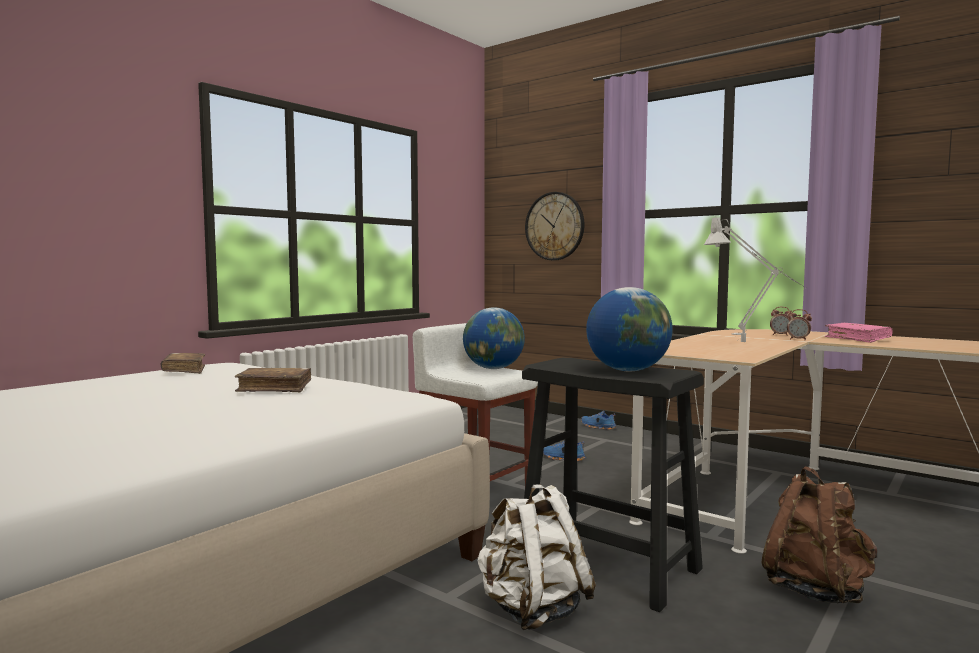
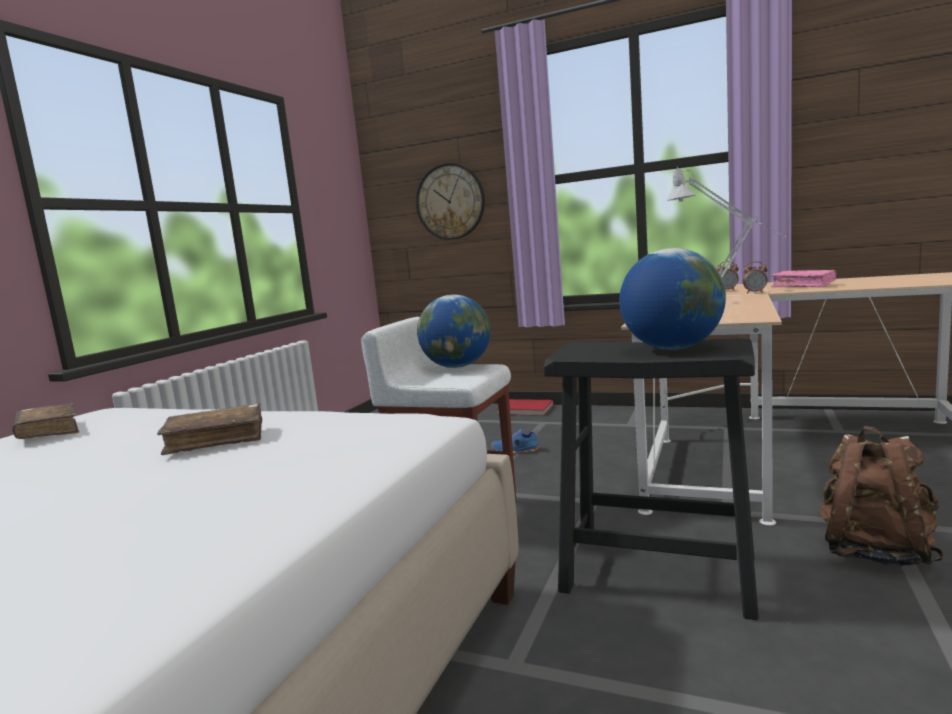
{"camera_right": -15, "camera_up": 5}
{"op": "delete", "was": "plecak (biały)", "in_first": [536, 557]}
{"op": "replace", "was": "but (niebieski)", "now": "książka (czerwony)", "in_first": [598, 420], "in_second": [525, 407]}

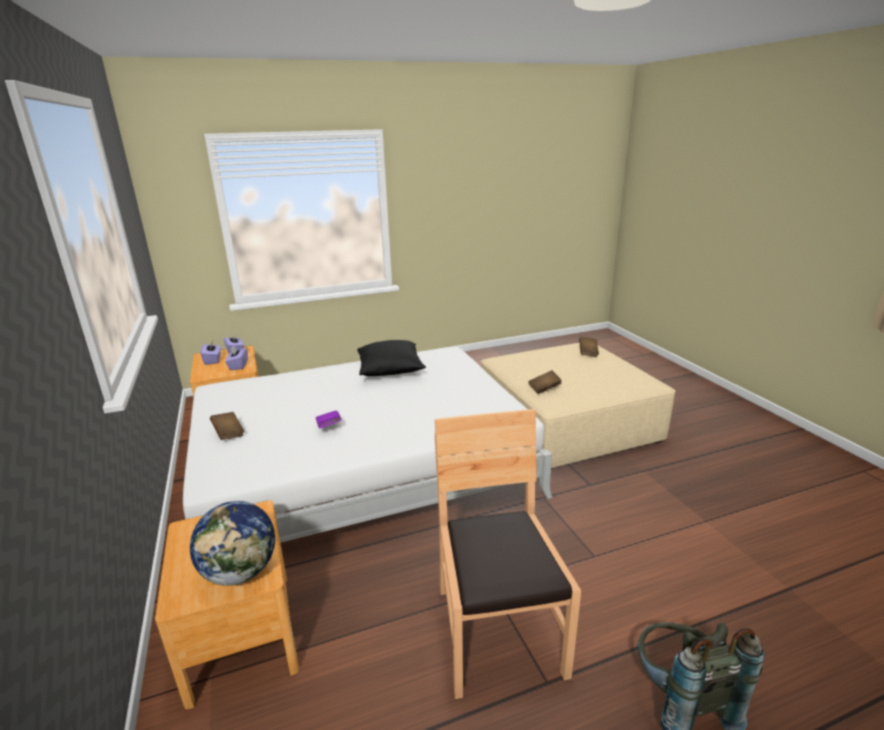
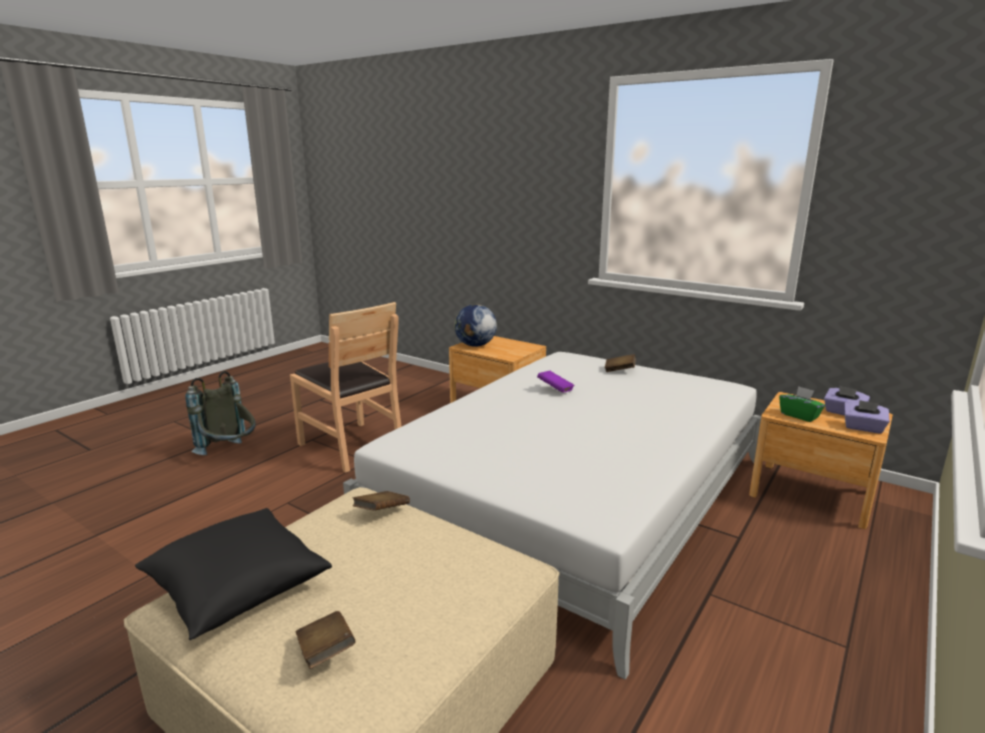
{"camera_right": 145, "camera_up": -5}
{"op": "recolor", "was": "pudełko chusteczek (fioletowy)", "now": "pudełko chusteczek (zielony)", "in_first": [236, 357], "in_second": [802, 404]}
{"op": "move", "was": "poduszka (czarny)", "in_first": [391, 358], "in_second": [233, 574]}

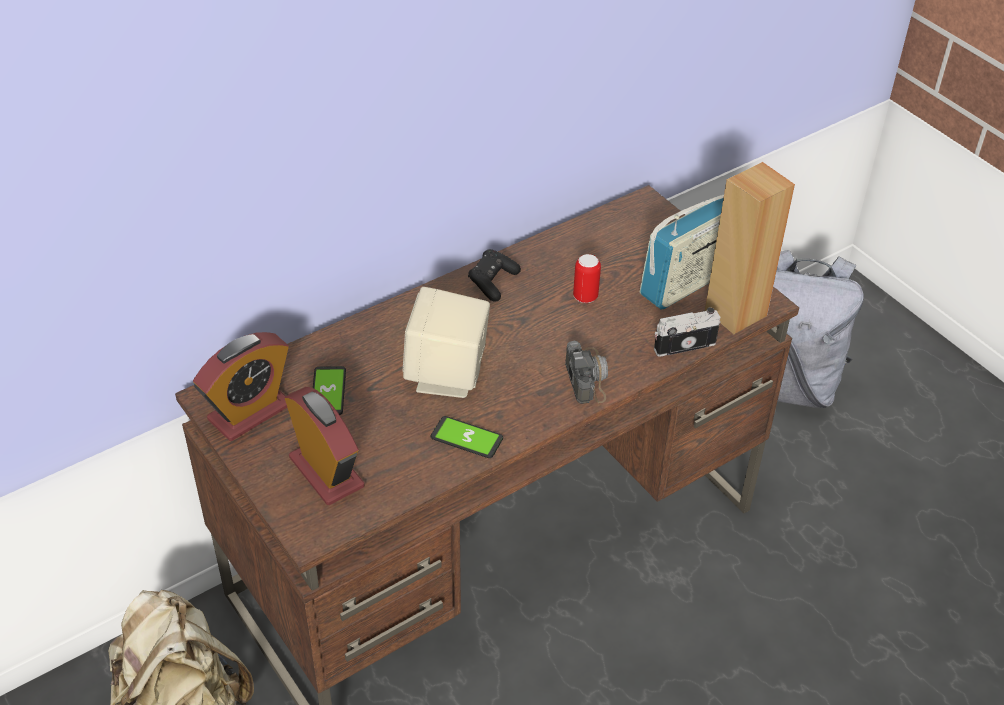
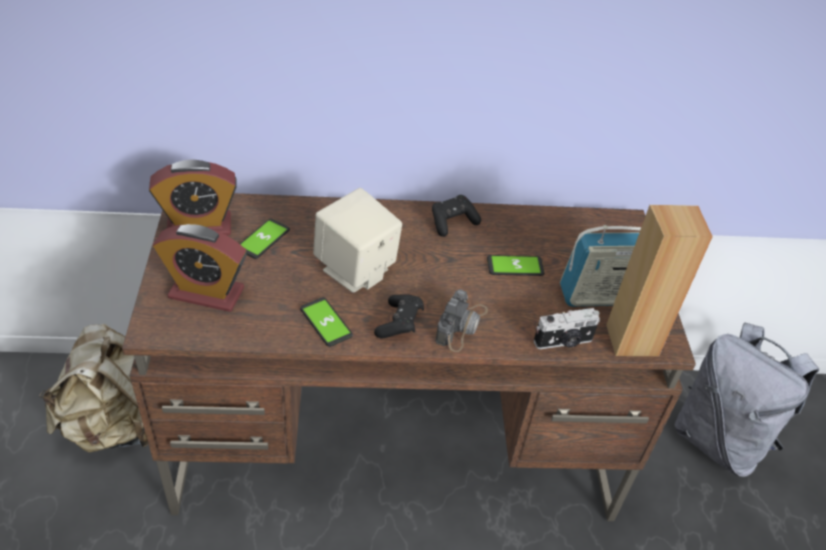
{"camera_right": 30, "camera_up": 0}
{"op": "rotate", "was": "budzik", "in_first": [324, 446], "in_second": [200, 268], "clockwise": 105}
{"op": "replace", "was": "puszka", "now": "telefon", "in_first": [587, 278], "in_second": [515, 265]}
{"op": "rotate", "was": "aparat fotograficzny", "in_first": [687, 332], "in_second": [567, 328], "clockwise": 150}
{"op": "insert", "now": "pad do gier (czarny)", "in_second": [399, 317]}

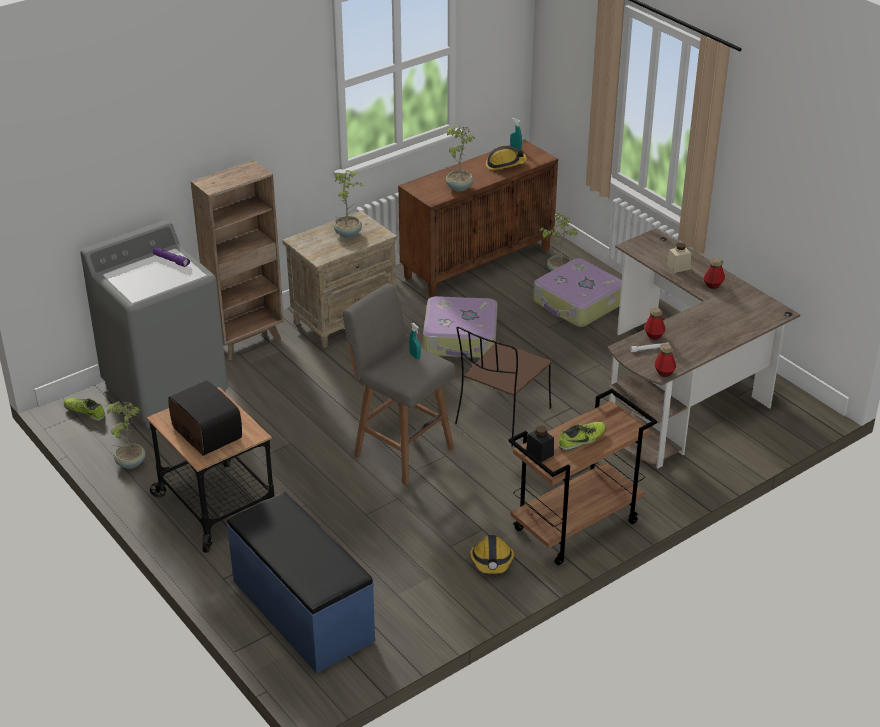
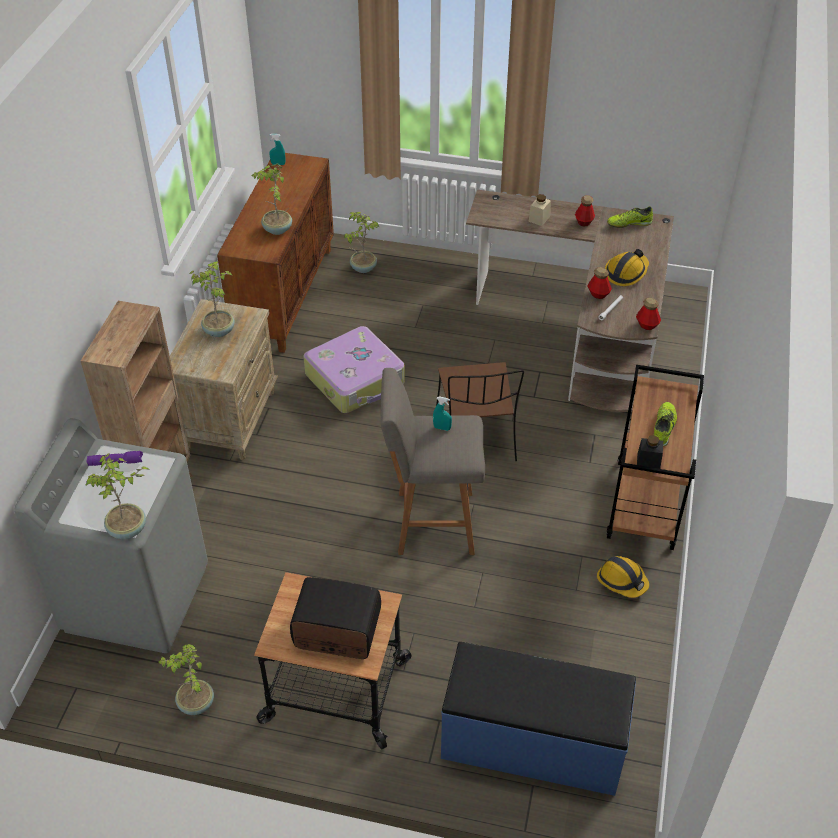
{"camera_right": -40, "camera_up": 10}
{"op": "move", "was": "but", "in_first": [85, 409], "in_second": [630, 217]}
{"op": "move", "was": "kask", "in_first": [506, 157], "in_second": [627, 267]}
{"op": "delete", "was": "walizka", "in_first": [577, 292]}
{"op": "insert", "now": "roślina doniczkowa", "in_second": [117, 496]}

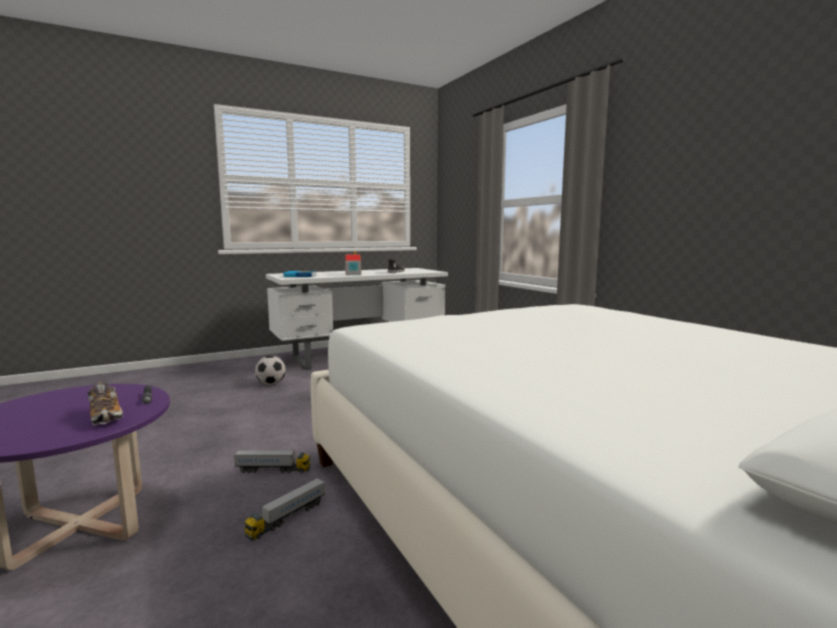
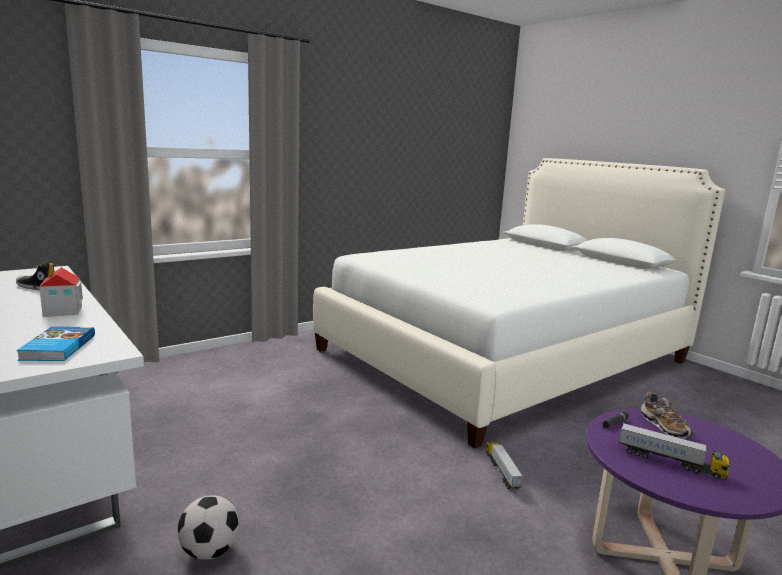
{"camera_right": -100, "camera_up": 5}
{"op": "rotate", "was": "but", "in_first": [105, 404], "in_second": [667, 415], "clockwise": 120}
{"op": "move", "was": "ciężarówka zabawkowa", "in_first": [284, 509], "in_second": [674, 451]}

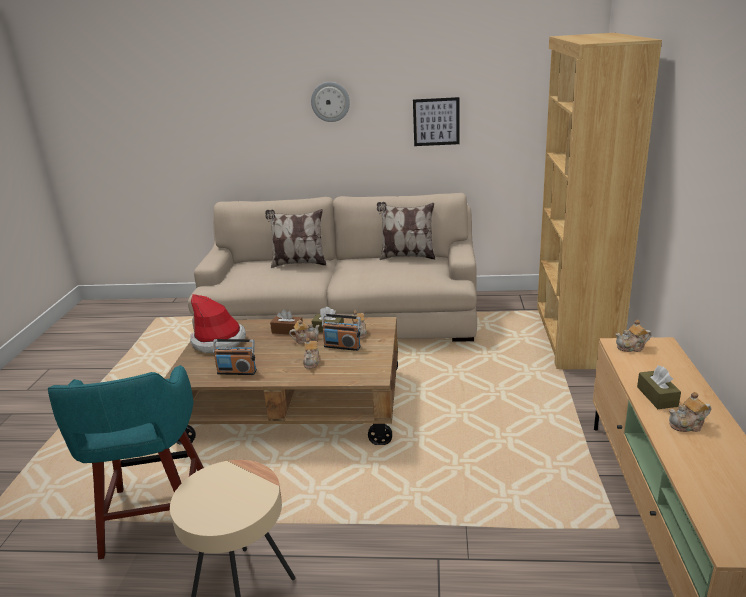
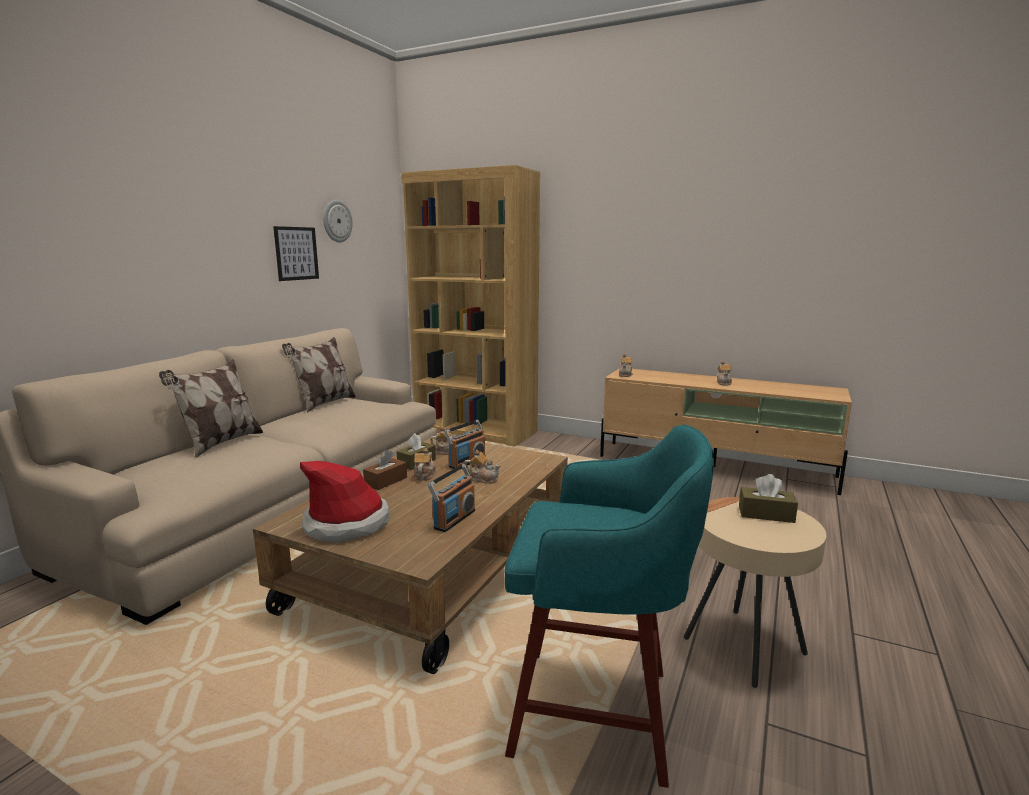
{"camera_right": -70, "camera_up": -10}
{"op": "move", "was": "zegar ścienny", "in_first": [330, 102], "in_second": [338, 221]}
{"op": "move", "was": "pudełko chusteczek (brązowy)", "in_first": [659, 387], "in_second": [768, 498]}

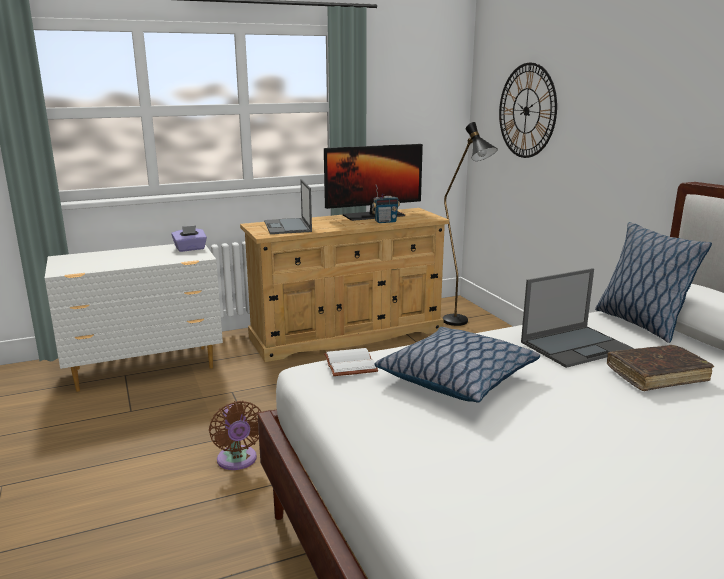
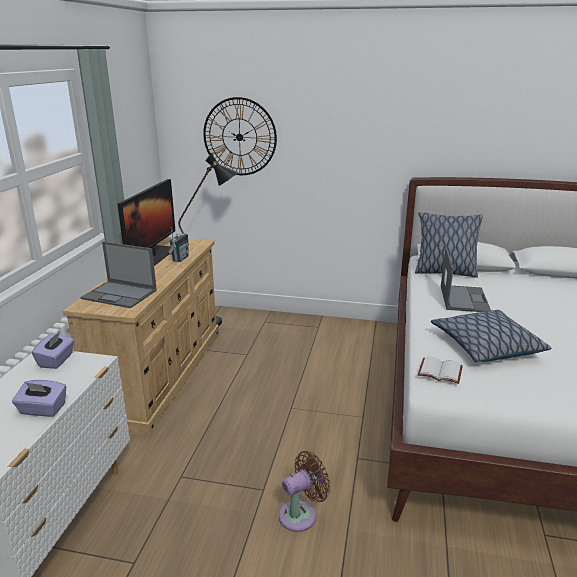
{"camera_right": -55, "camera_up": 5}
{"op": "rotate", "was": "wentylator (brązowy)", "in_first": [235, 435], "in_second": [304, 491], "clockwise": -45}
{"op": "delete", "was": "książka (brązowy)", "in_first": [660, 368]}
{"op": "insert", "now": "pudełko chusteczek (fioletowy)", "in_second": [39, 398]}

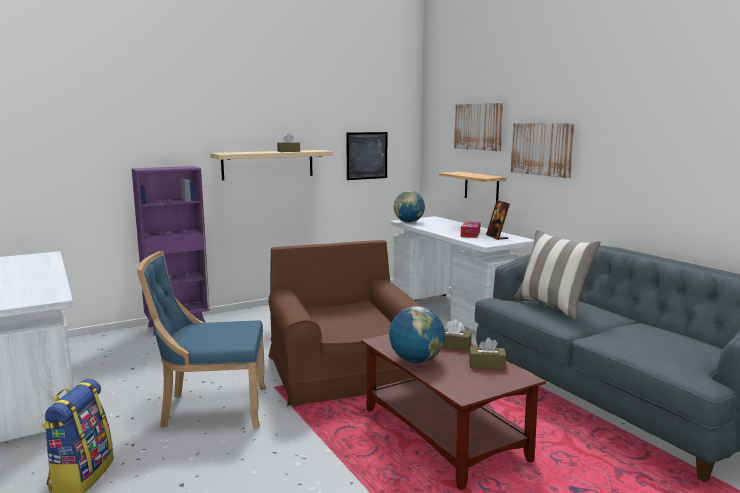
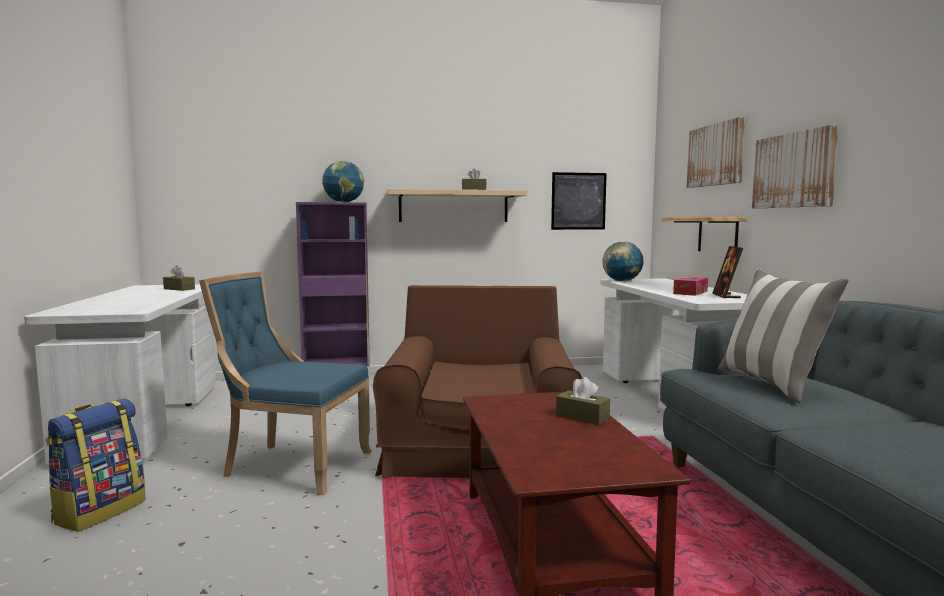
{"camera_right": 20, "camera_up": -5}
{"op": "move", "was": "globus", "in_first": [417, 334], "in_second": [343, 181]}
{"op": "move", "was": "pudełko chusteczek (brązowy)", "in_first": [487, 353], "in_second": [179, 278]}

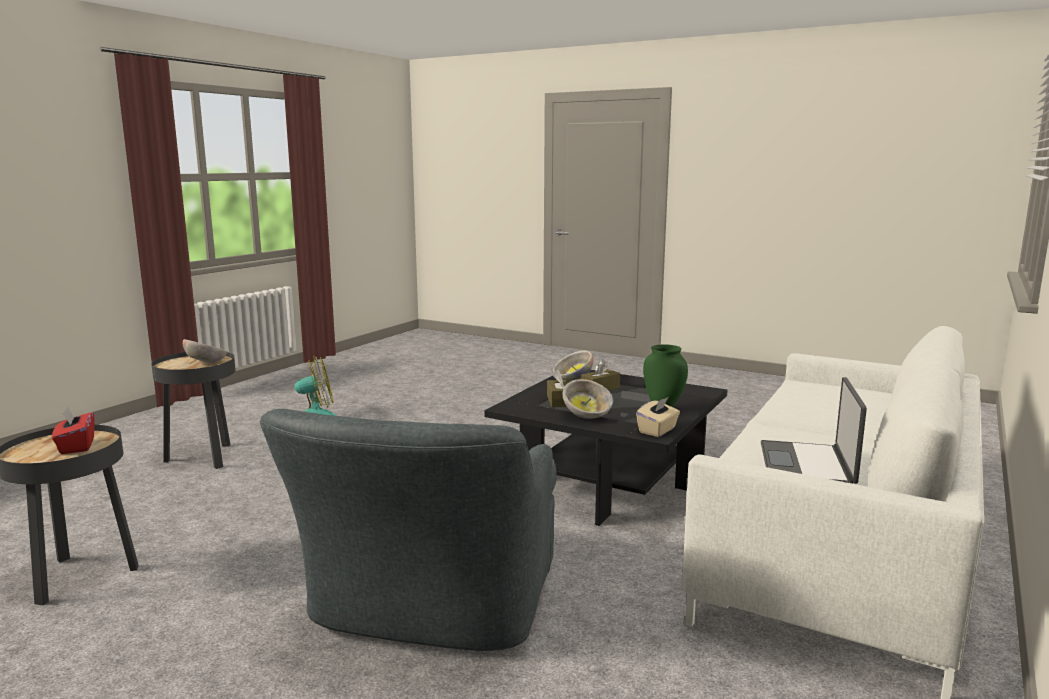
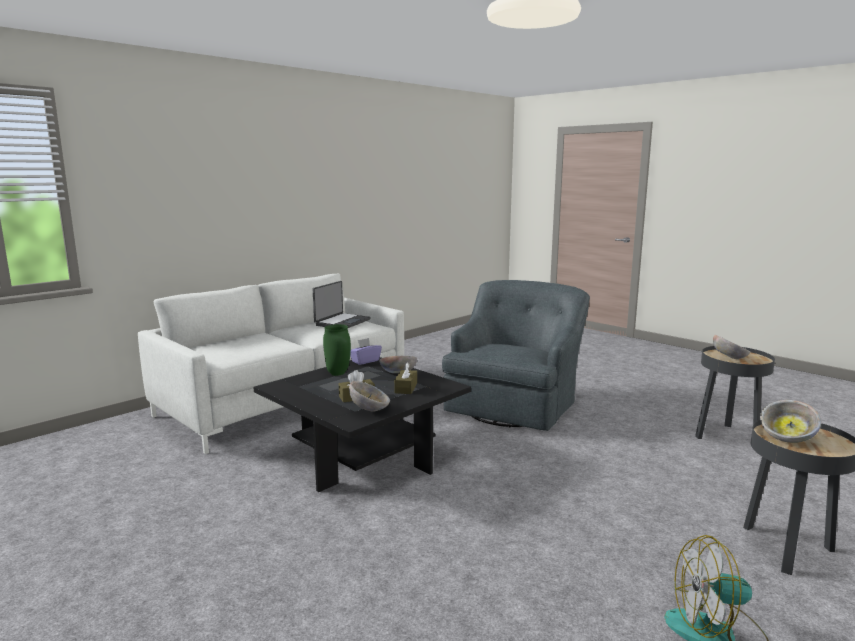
{"camera_right": -165, "camera_up": 0}
{"op": "replace", "was": "pudełko chusteczek (czerwony)", "now": "miska", "in_first": [73, 430], "in_second": [731, 347]}
{"op": "recolor", "was": "pudełko chusteczek (beżowy)", "now": "pudełko chusteczek (fioletowy)", "in_first": [658, 417], "in_second": [366, 351]}

